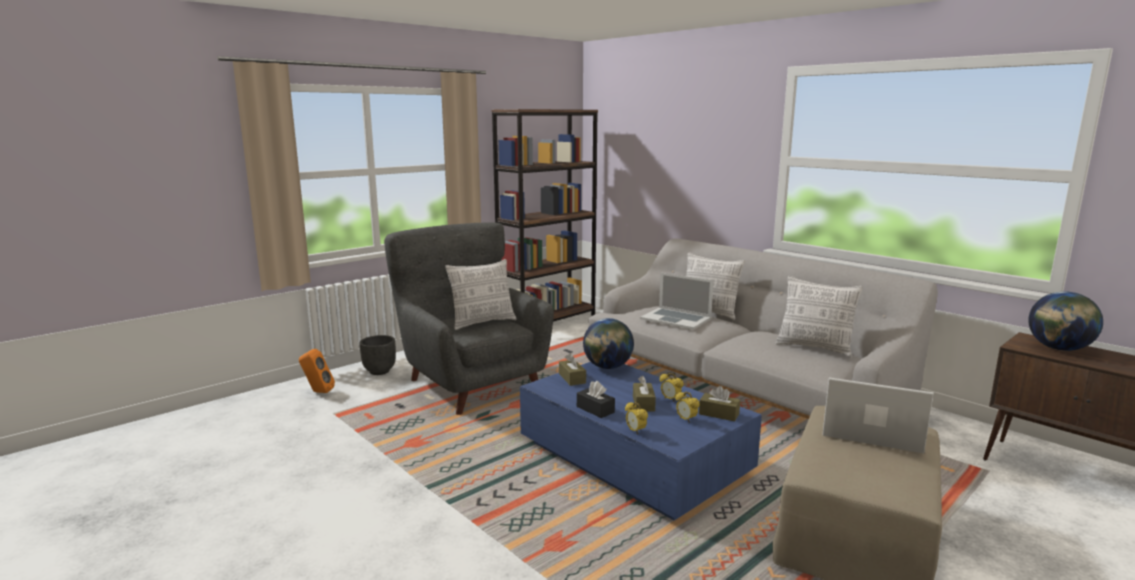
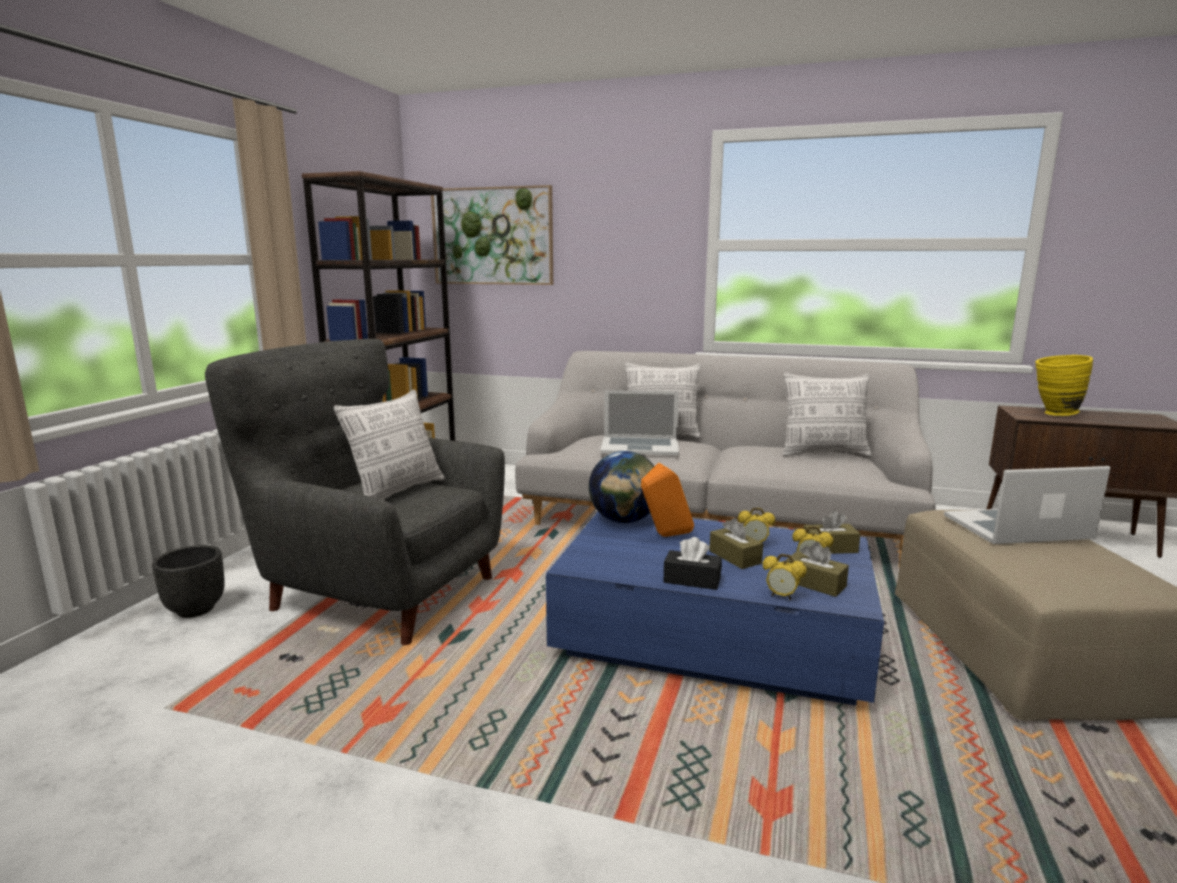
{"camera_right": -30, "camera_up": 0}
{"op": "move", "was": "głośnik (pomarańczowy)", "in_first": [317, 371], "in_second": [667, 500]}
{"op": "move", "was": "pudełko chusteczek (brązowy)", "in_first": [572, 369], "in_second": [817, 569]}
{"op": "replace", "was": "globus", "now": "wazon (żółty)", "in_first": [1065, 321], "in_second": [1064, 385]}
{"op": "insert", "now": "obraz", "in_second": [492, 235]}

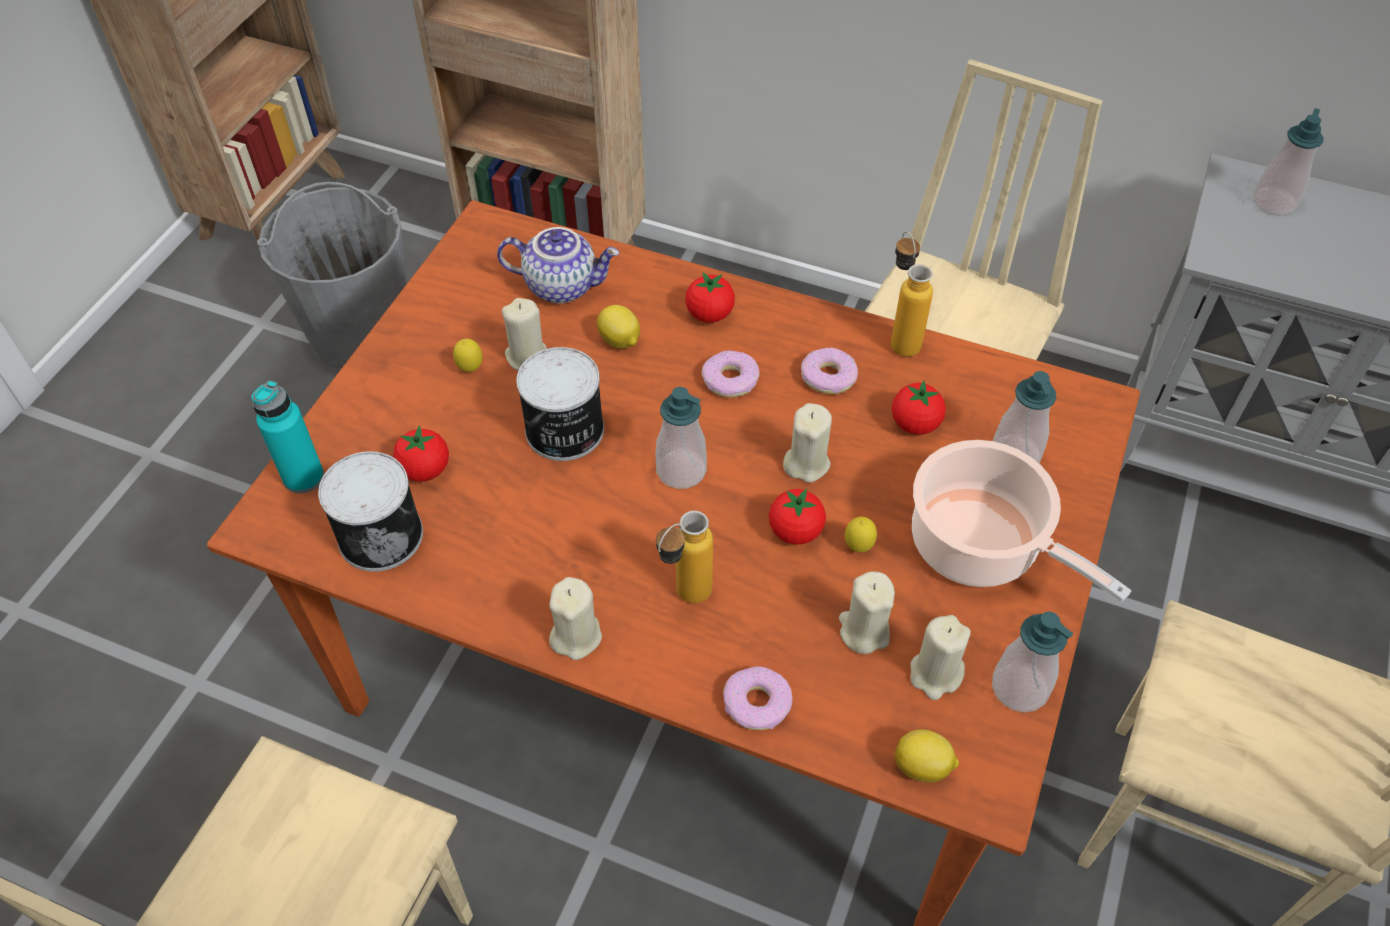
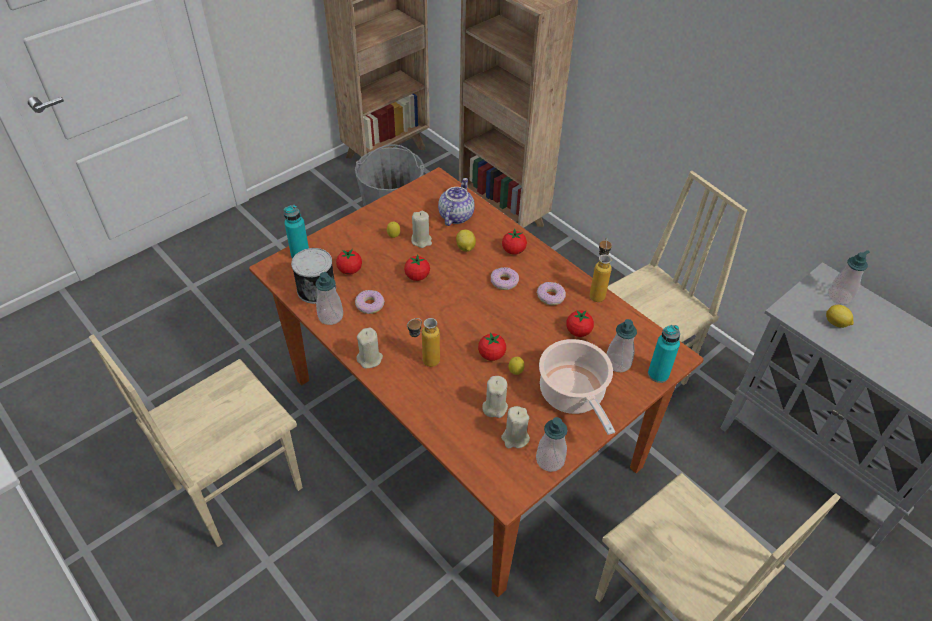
{"camera_right": 25, "camera_up": -5}
{"op": "rotate", "was": "imbryk", "in_first": [558, 265], "in_second": [456, 202], "clockwise": -105}
{"op": "replace", "was": "puszka", "now": "pomidor", "in_first": [560, 404], "in_second": [417, 267]}
{"op": "move", "was": "dozownik mydła", "in_first": [681, 438], "in_second": [329, 298]}
{"op": "move", "was": "donut", "in_first": [758, 698], "in_second": [370, 302]}
{"op": "delete", "was": "świeca (beżowy)", "in_first": [807, 443]}
{"op": "move", "was": "cytryna", "in_first": [926, 756], "in_second": [840, 316]}
{"op": "insert", "now": "butelka (turkusowy)", "in_second": [664, 354]}

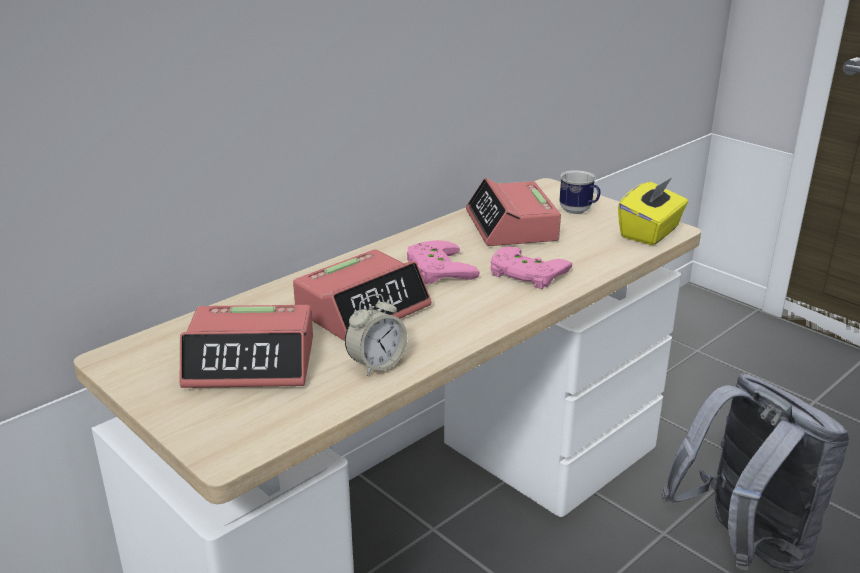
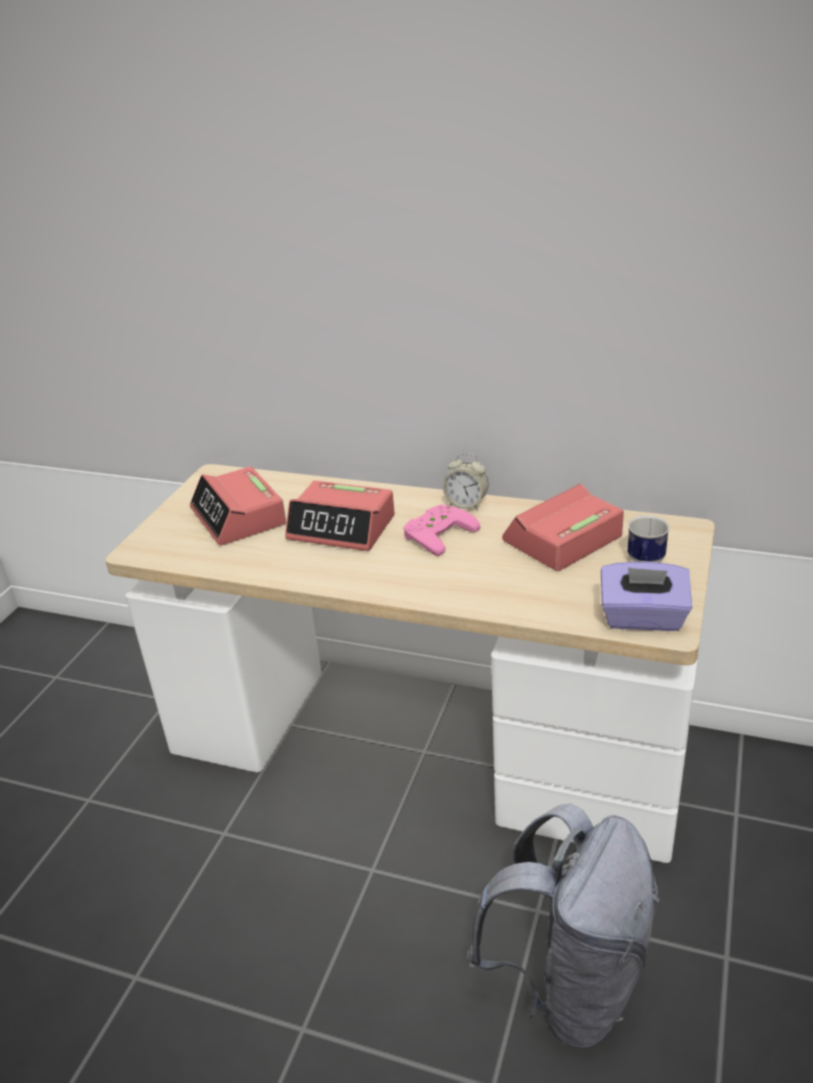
{"camera_right": 65, "camera_up": 5}
{"op": "move", "was": "budzik", "in_first": [376, 335], "in_second": [465, 481]}
{"op": "delete", "was": "pad do gier (różowy)", "in_first": [531, 267]}
{"op": "recolor", "was": "pudełko chusteczek (żółty)", "now": "pudełko chusteczek (fioletowy)", "in_first": [653, 211], "in_second": [646, 596]}

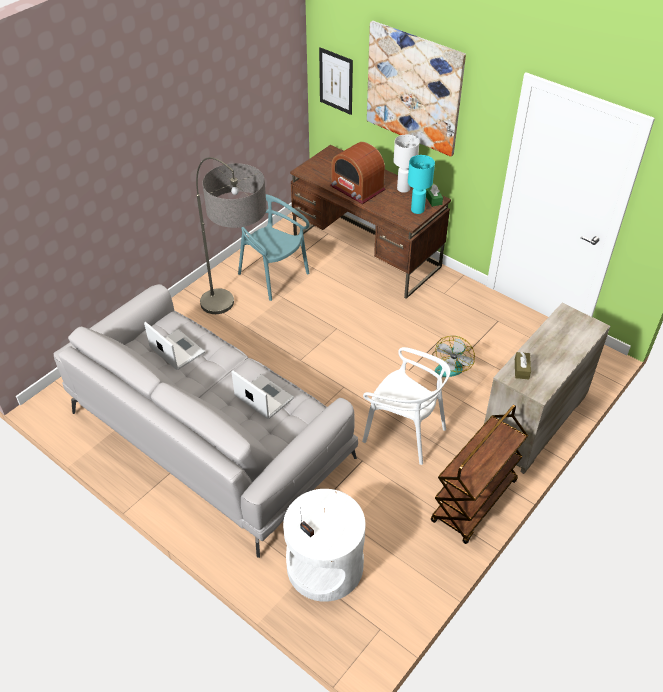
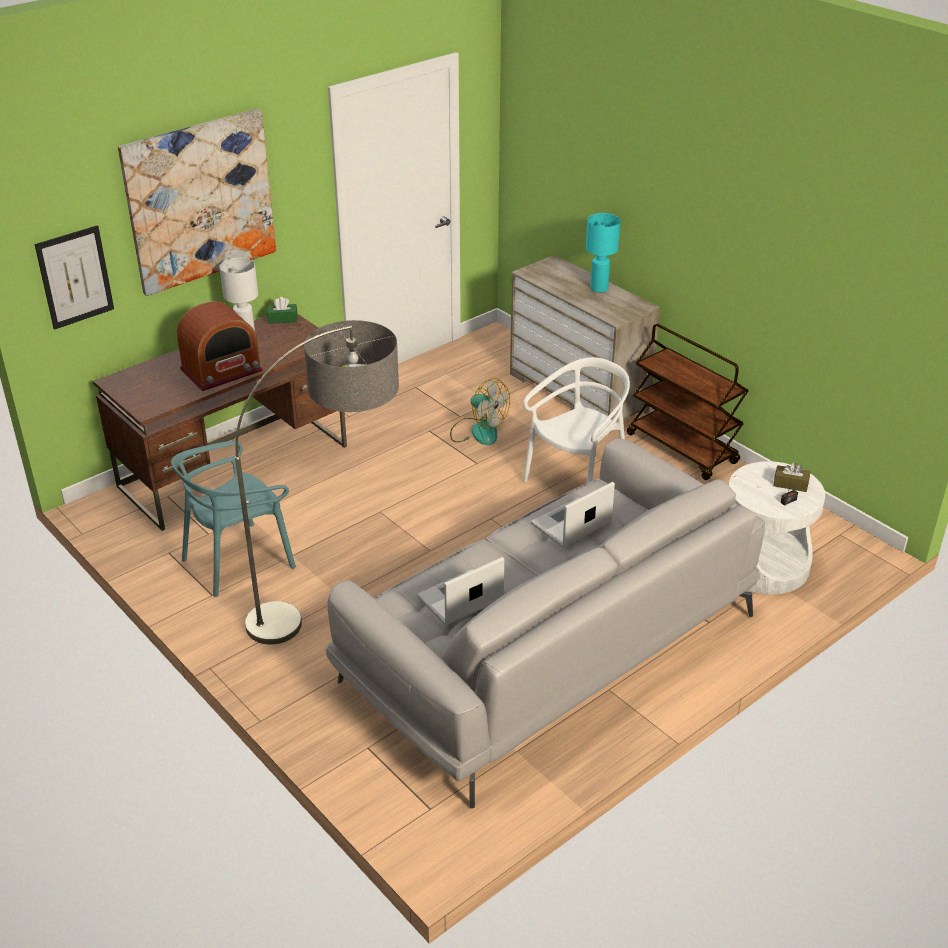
{"camera_right": -80, "camera_up": -10}
{"op": "move", "was": "lampa stołowa (turkusowy)", "in_first": [421, 184], "in_second": [603, 252]}
{"op": "move", "was": "pudełko chusteczek (brązowy)", "in_first": [523, 365], "in_second": [791, 477]}

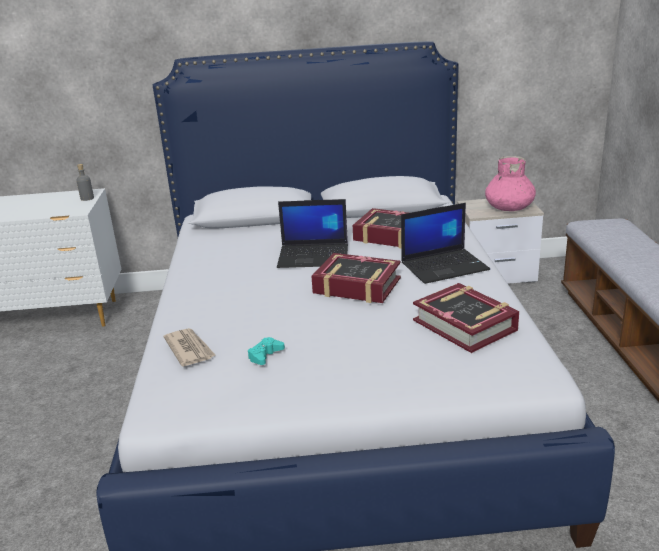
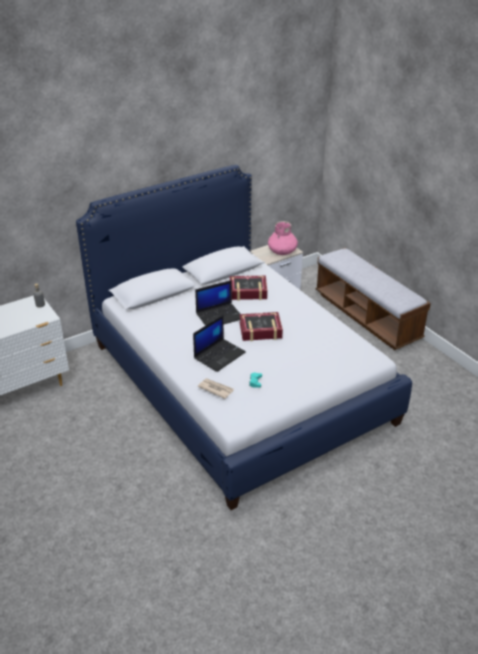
{"camera_right": -30, "camera_up": 10}
{"op": "move", "was": "laptop", "in_first": [445, 243], "in_second": [219, 343]}
{"op": "delete", "was": "książka", "in_first": [466, 318]}

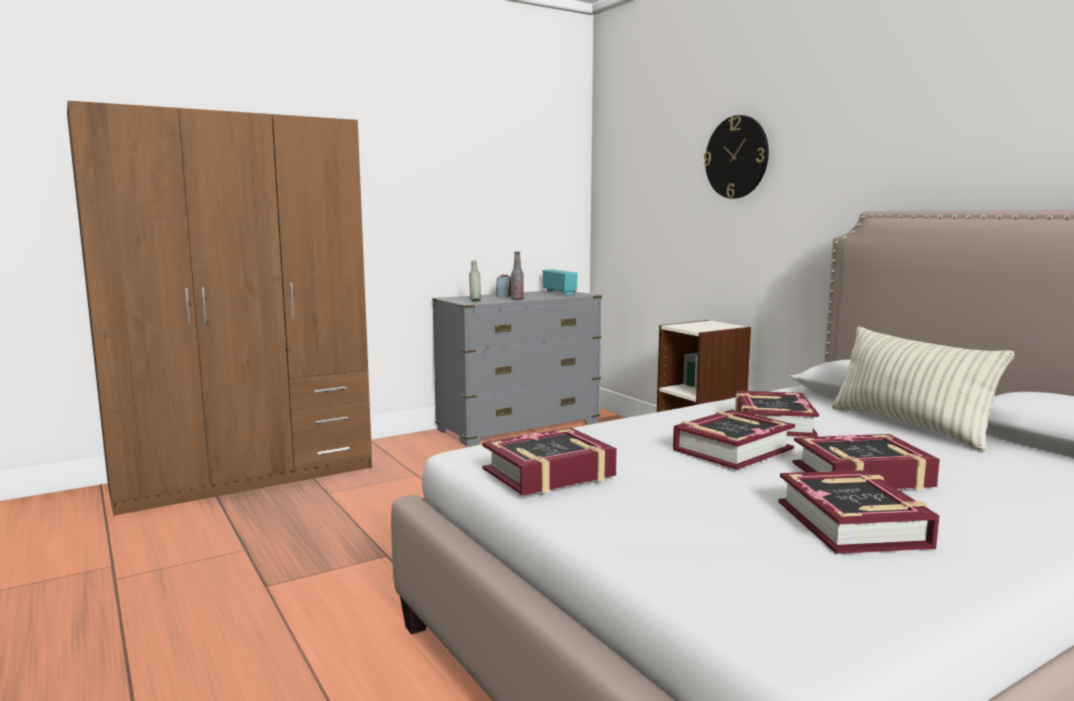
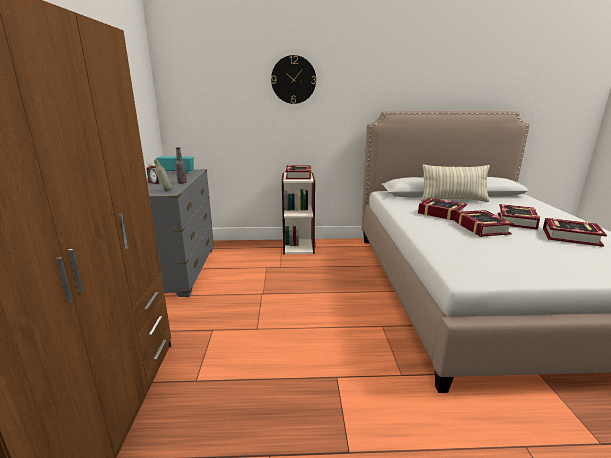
{"camera_right": -60, "camera_up": 10}
{"op": "move", "was": "książka", "in_first": [549, 461], "in_second": [298, 172]}

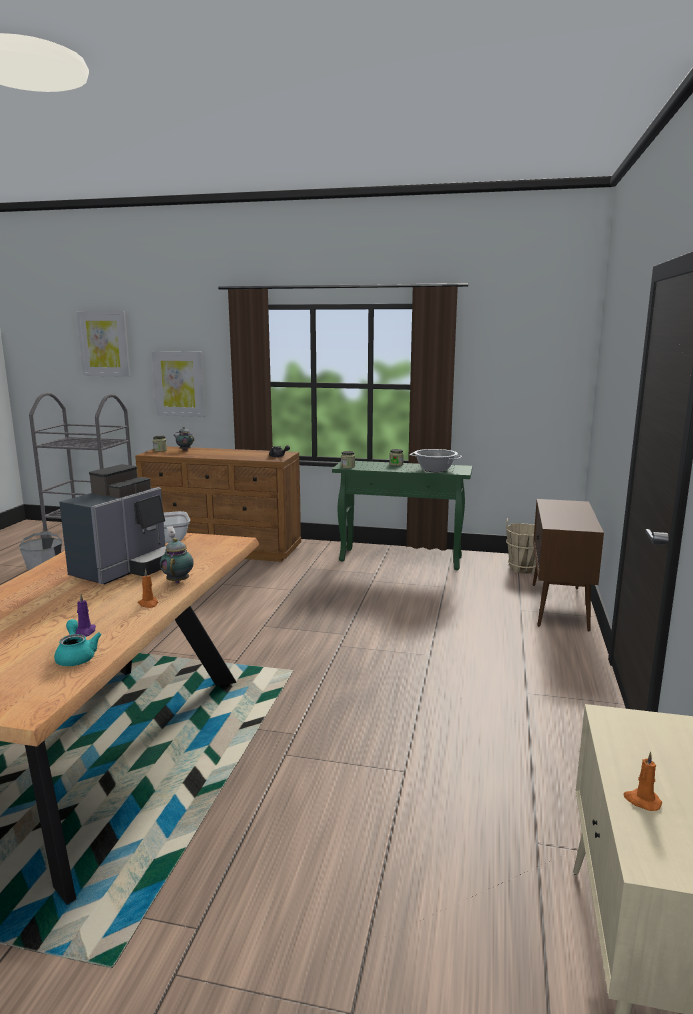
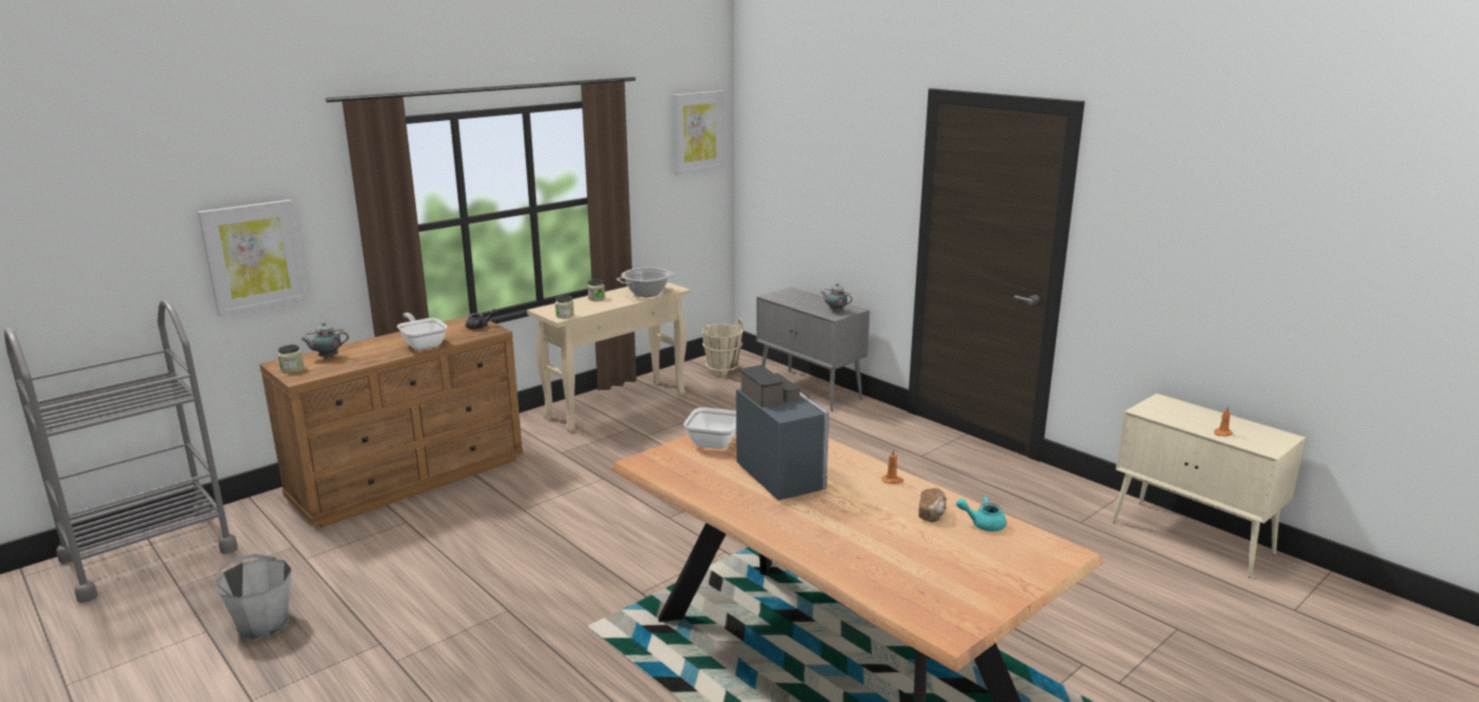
{"camera_right": -55, "camera_up": 5}
{"op": "replace", "was": "świeca (fioletowy)", "now": "chleb", "in_first": [85, 615], "in_second": [933, 505]}
{"op": "move", "was": "obraz", "in_first": [103, 344], "in_second": [698, 133]}
{"op": "move", "was": "imbryk", "in_first": [177, 560], "in_second": [836, 298]}
{"op": "recolor", "was": "stolik konsolowy (zielony)", "now": "stolik konsolowy (beżowy)", "in_first": [402, 515], "in_second": [608, 357]}
{"op": "recolor", "was": "szafka (brązowy)", "now": "szafka (szary)", "in_first": [568, 565], "in_second": [813, 349]}
{"op": "insert", "now": "patelnia", "in_second": [422, 331]}

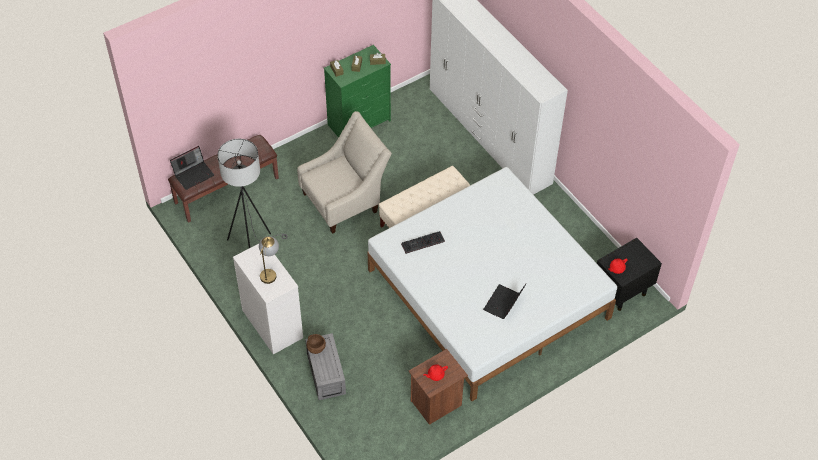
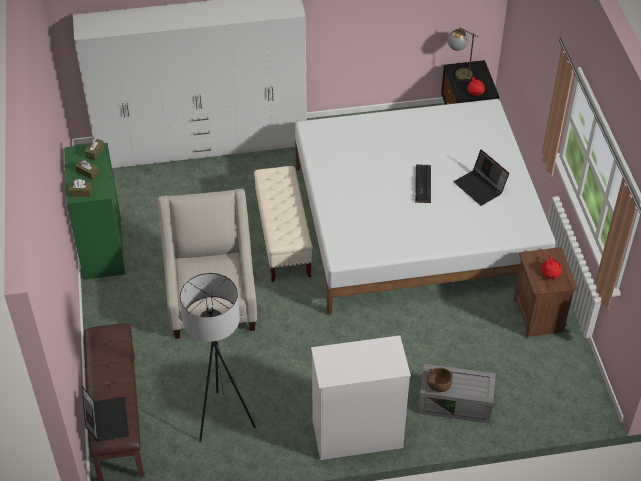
{"camera_right": -65, "camera_up": -5}
{"op": "move", "was": "lampa stołowa", "in_first": [269, 260], "in_second": [462, 54]}
{"op": "move", "was": "klawiatura", "in_first": [423, 242], "in_second": [423, 183]}

